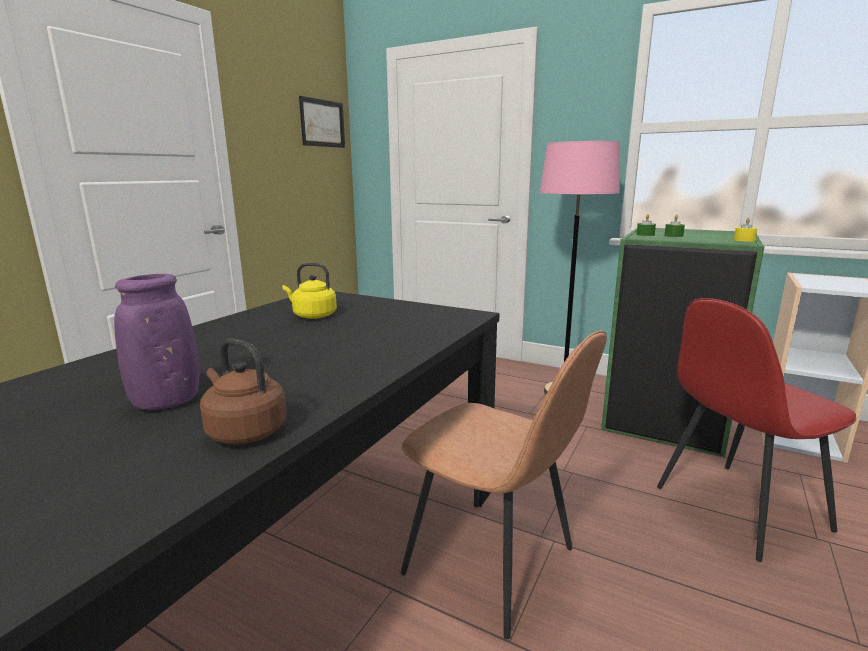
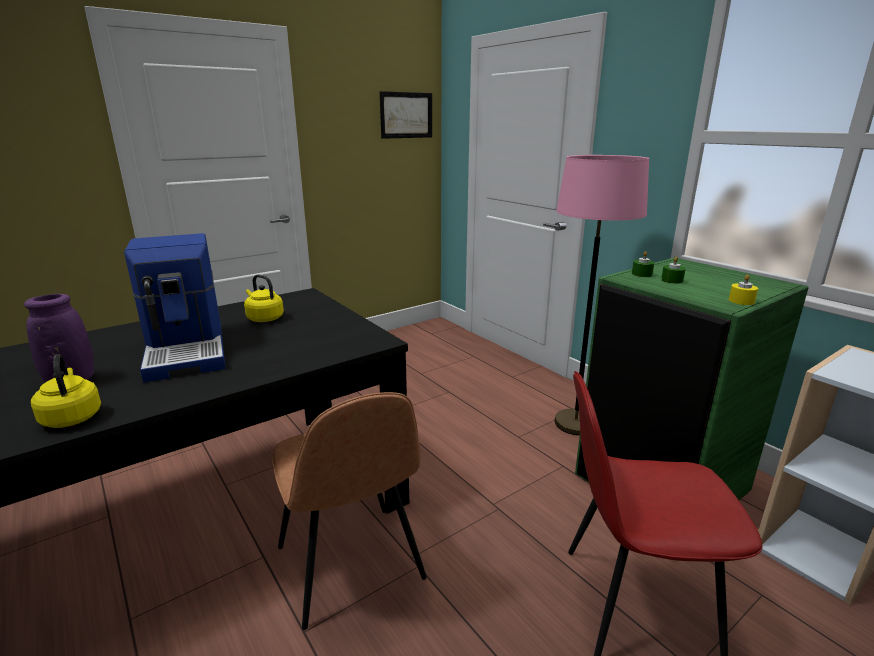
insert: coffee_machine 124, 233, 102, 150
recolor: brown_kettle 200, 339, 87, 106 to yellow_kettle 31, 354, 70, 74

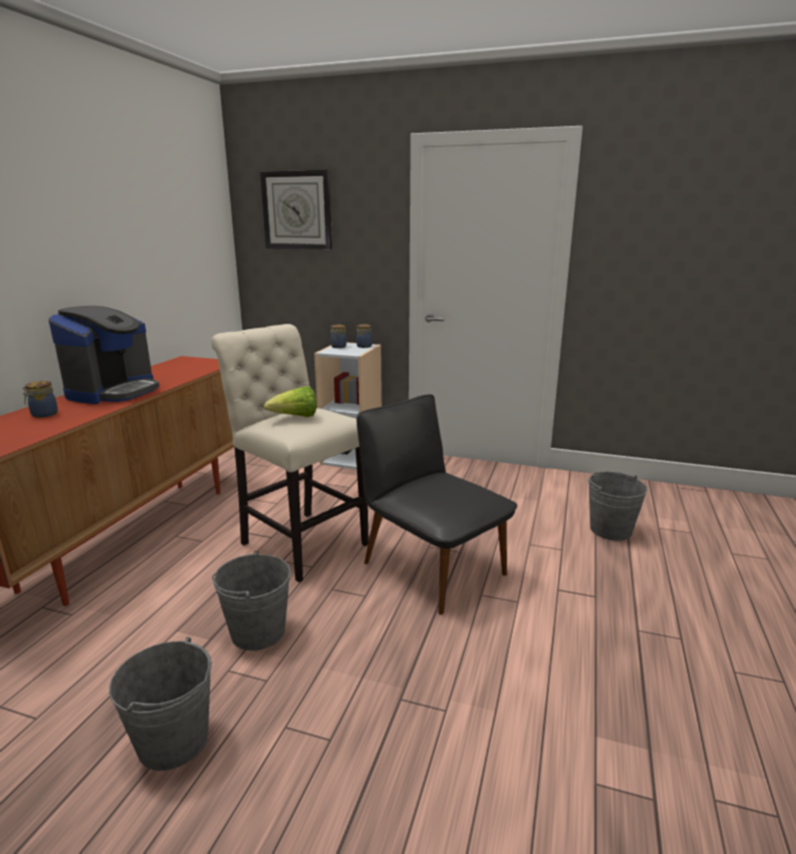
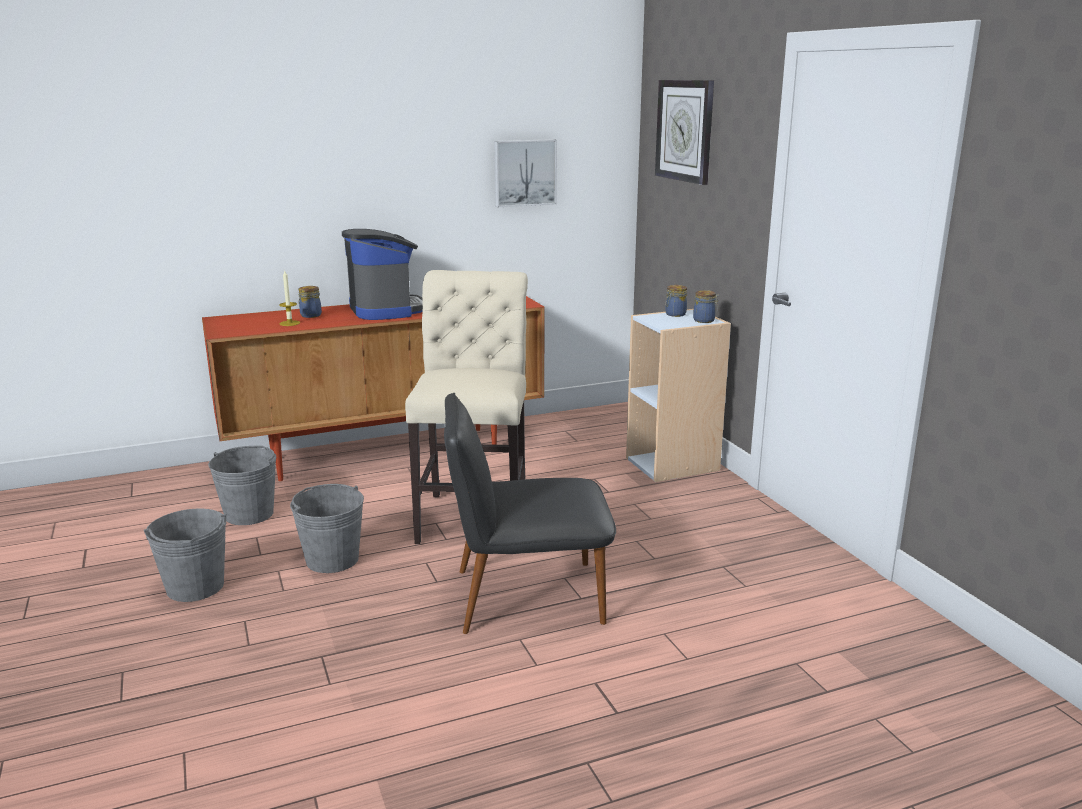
delete: lettuce 264, 386, 53, 31
insert: picture 494, 139, 63, 68; candle 279, 271, 21, 55
move: grey_bucket 588, 472, 60, 69 to 208, 446, 69, 79
rotate: coffee_machine 48, 306, 112, 98 = 342, 229, 81, 91 90 degrees counterclockwise; black_chair 357, 394, 160, 221 = 444, 393, 172, 241 105 degrees counterclockwise

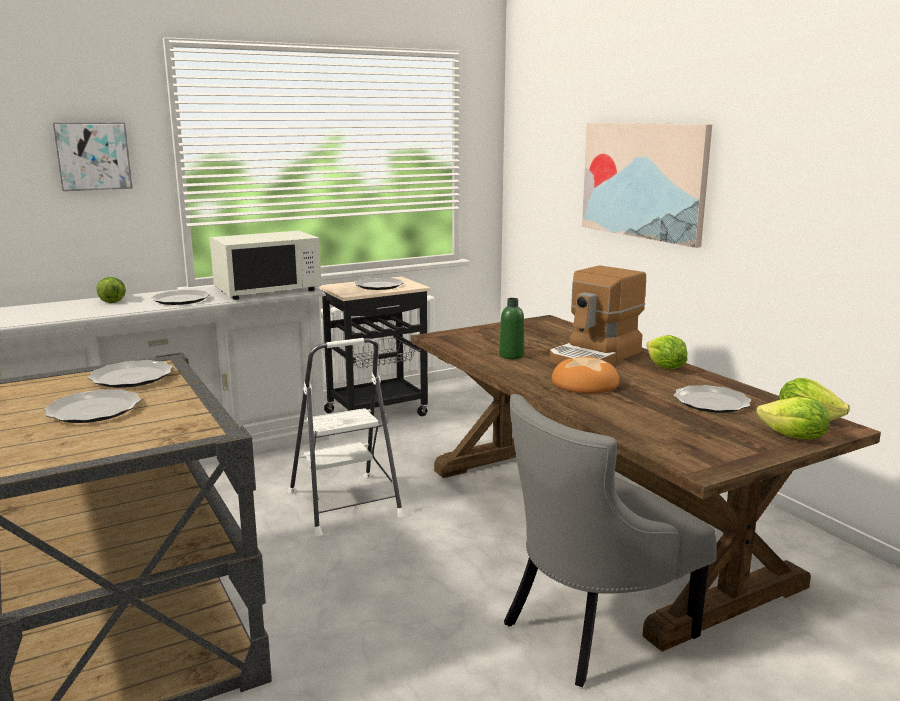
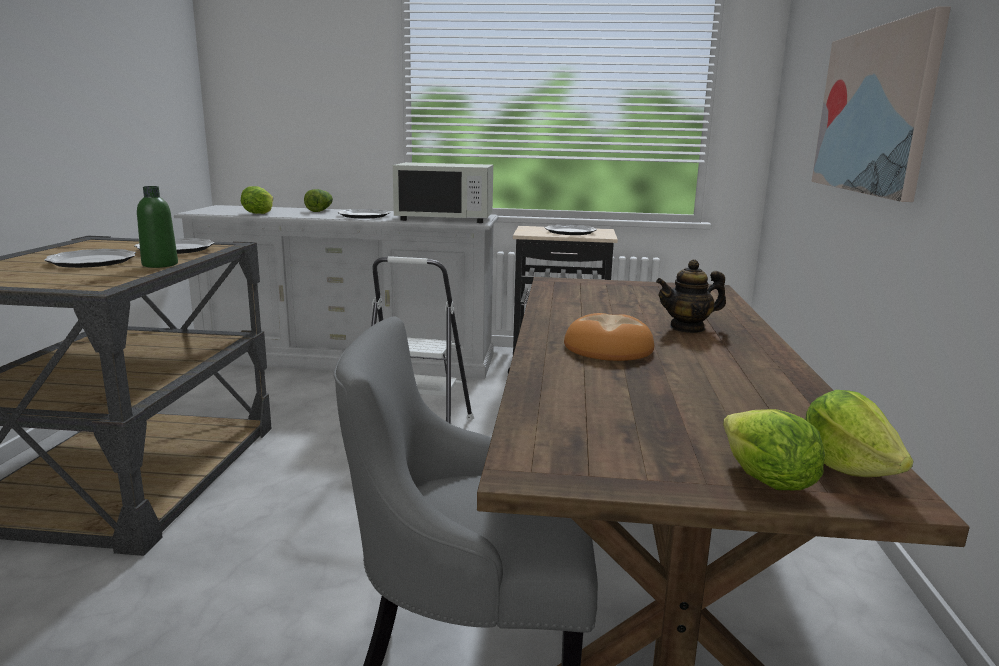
delete: picture 53, 122, 80, 69; plate 674, 385, 77, 28
move: green_bottle 499, 298, 25, 61 to 137, 186, 41, 82; lettuce 647, 335, 40, 34 to 241, 186, 32, 28
replace: coffee_machine 549, 266, 97, 99 to teapot 656, 259, 70, 74

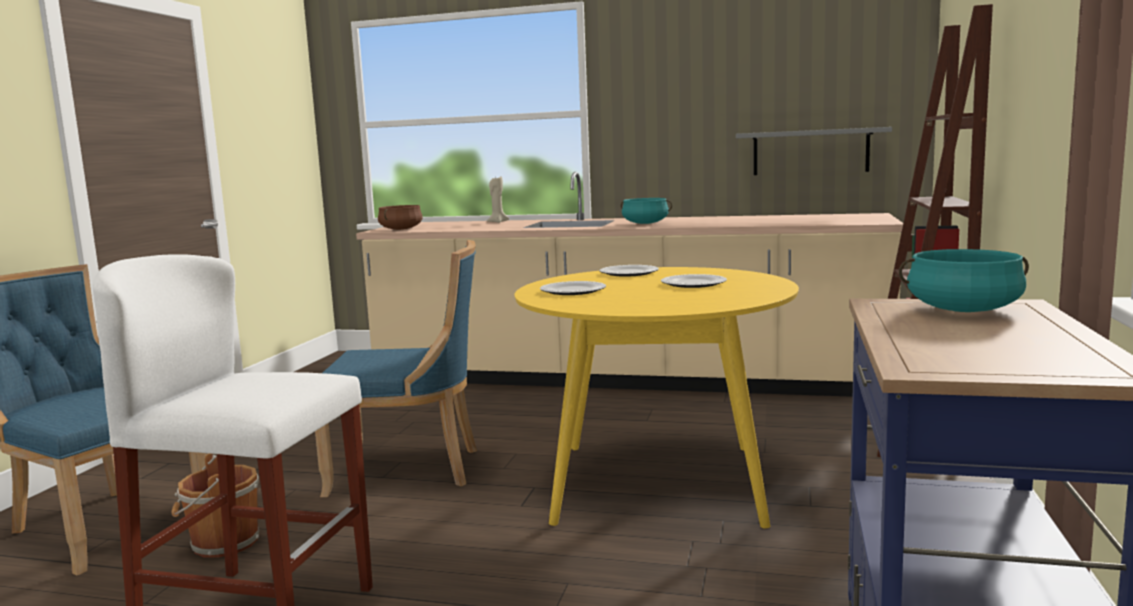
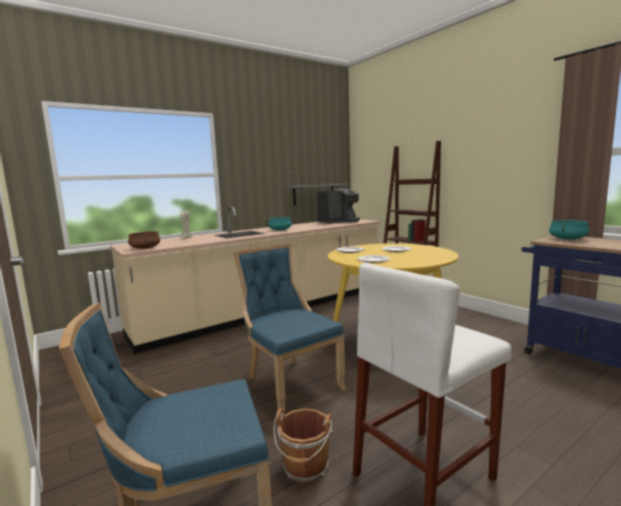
insert: coffee_machine 316, 188, 44, 36
rotate: blue_chair 315, 240, 162, 257 = 233, 244, 113, 171 75 degrees counterclockwise

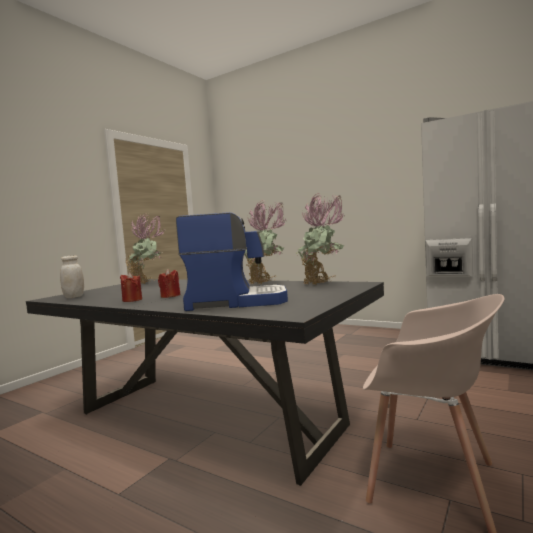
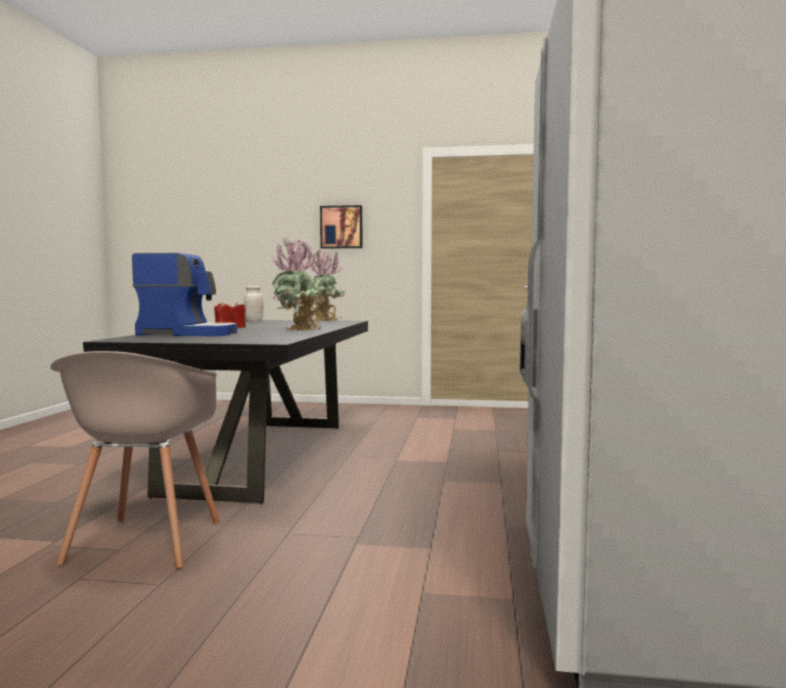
delete: potted_plant 296, 193, 49, 92
insert: picture 320, 205, 42, 44
rotate: coffee_machine 176, 212, 112, 99 = 132, 253, 105, 83 60 degrees counterclockwise

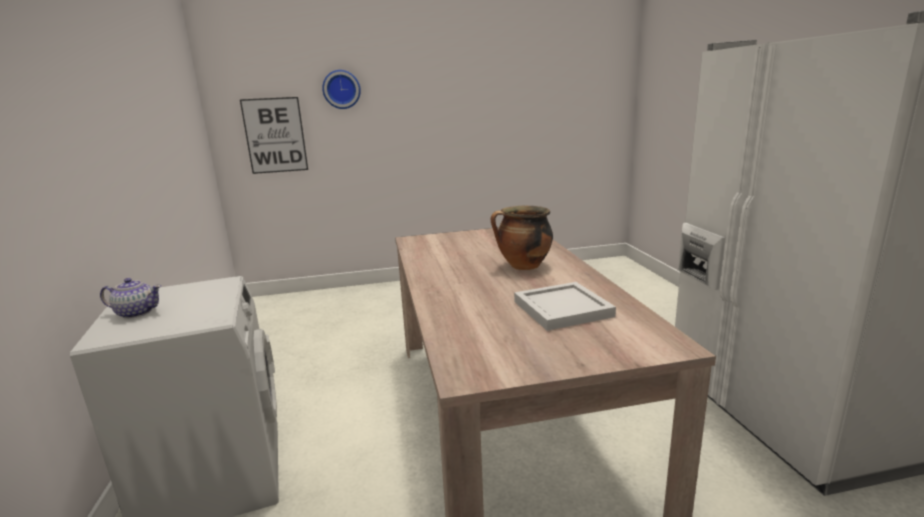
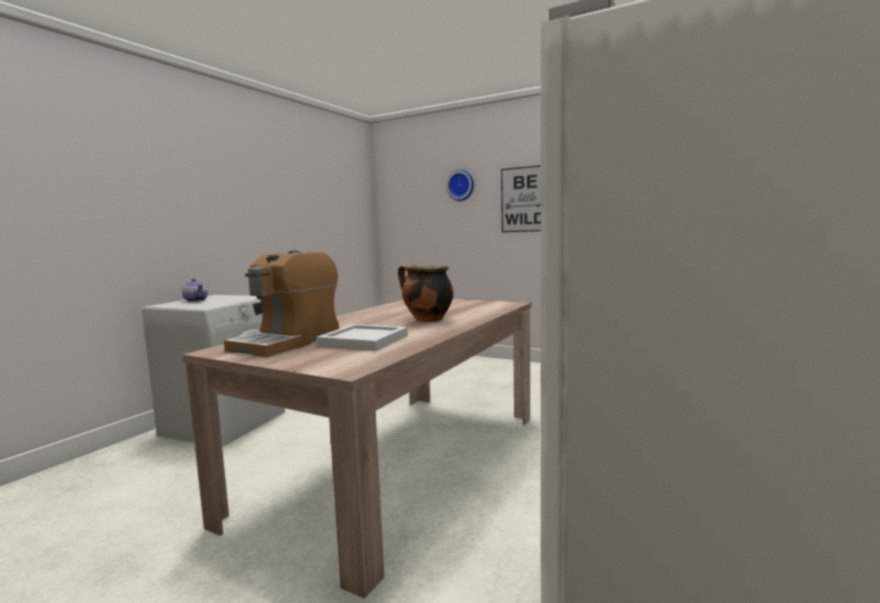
insert: coffee_machine 224, 250, 115, 107
move: picture 240, 97, 68, 77 to 501, 165, 40, 67

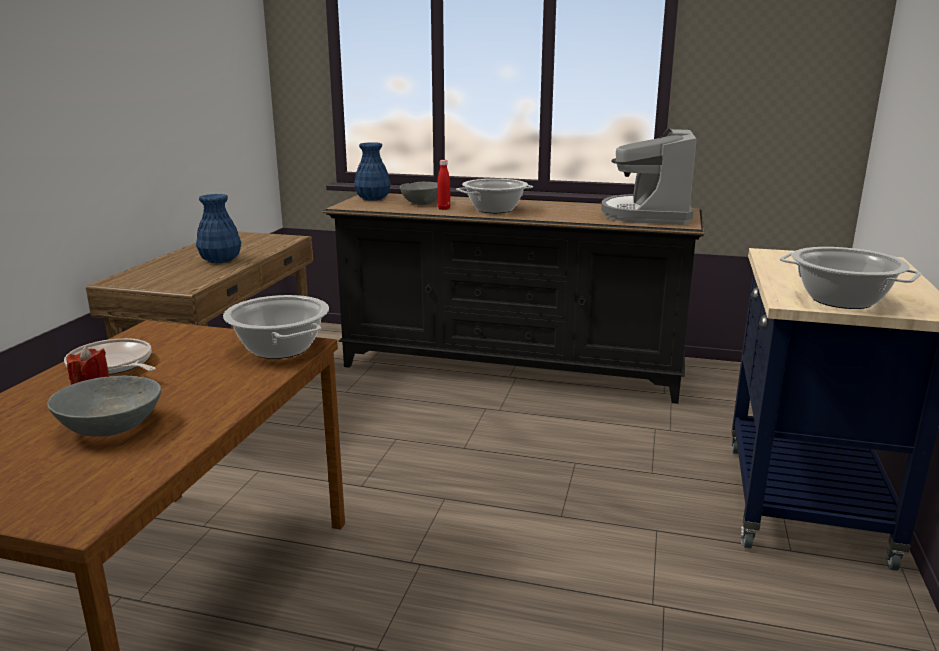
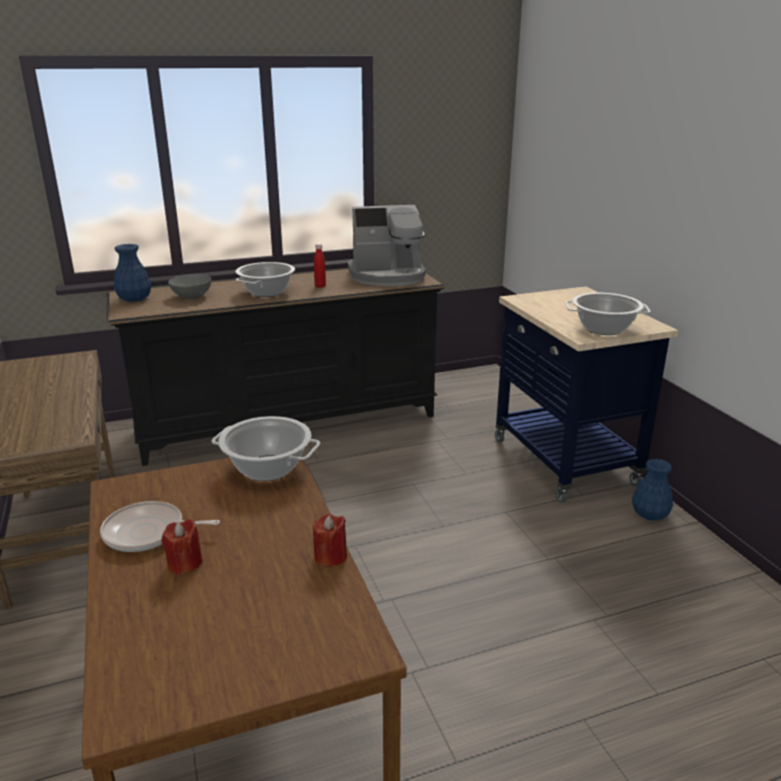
delete: grey_bowl 47, 376, 114, 61
insert: red_candle 313, 514, 34, 53
move: red_bottle 437, 160, 14, 50 to 314, 244, 12, 44; blue_vase 196, 194, 45, 69 to 632, 459, 41, 62
rotate: coffee_machine 601, 128, 96, 97 = 348, 205, 78, 81 75 degrees counterclockwise

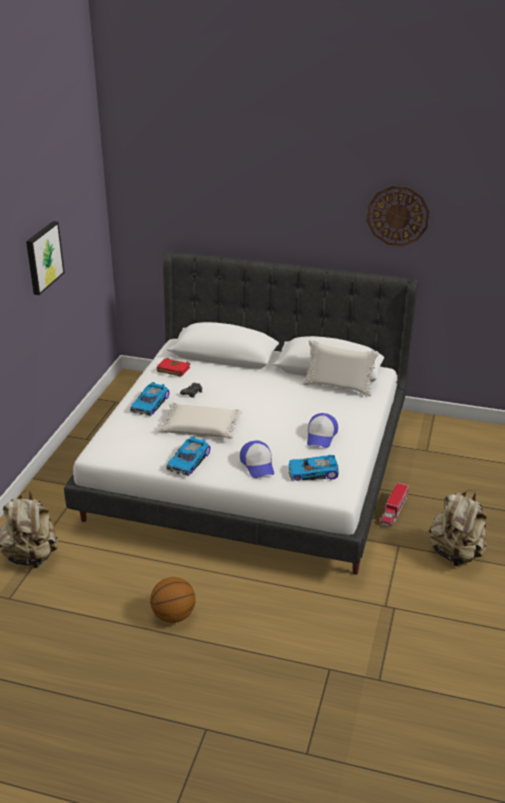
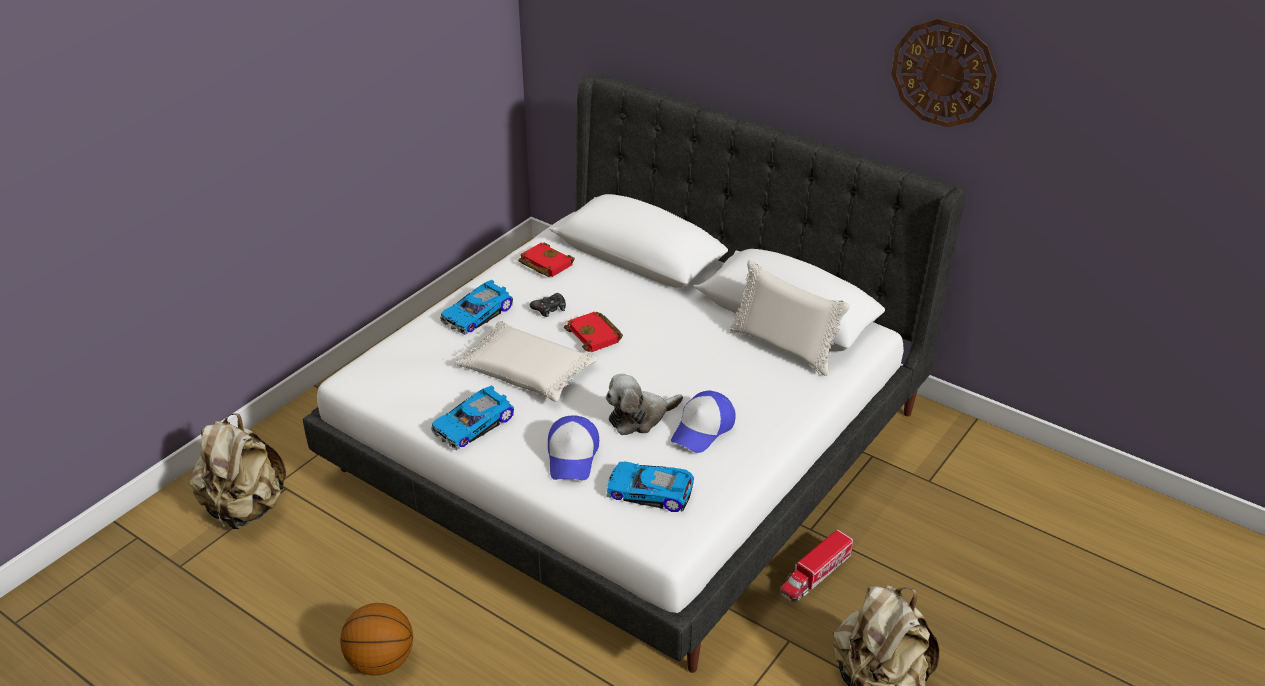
delete: picture 26, 221, 39, 74
insert: red_book 564, 312, 59, 40; plush_toy 606, 374, 77, 61

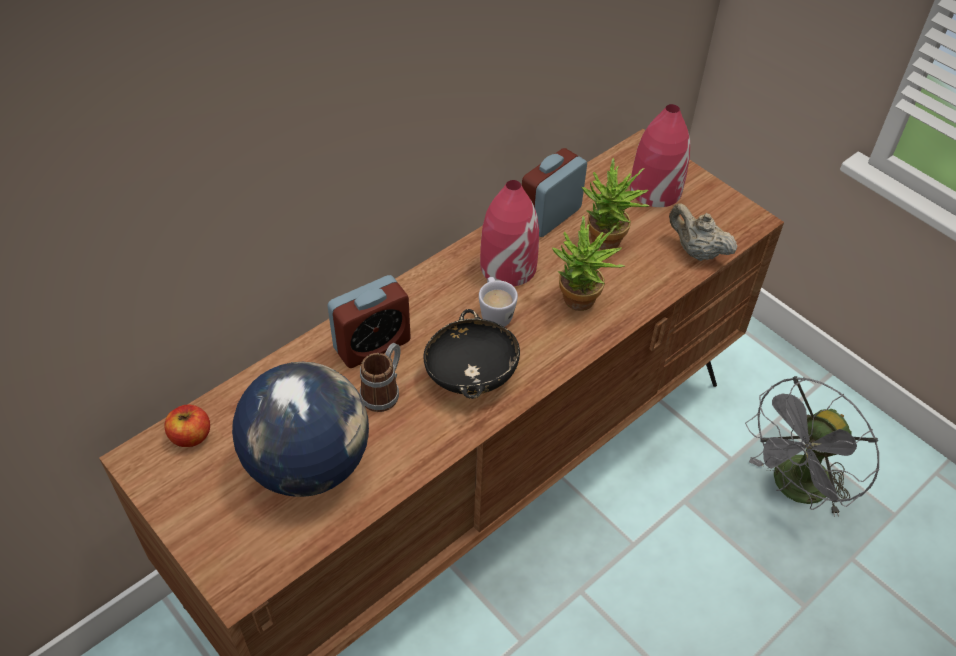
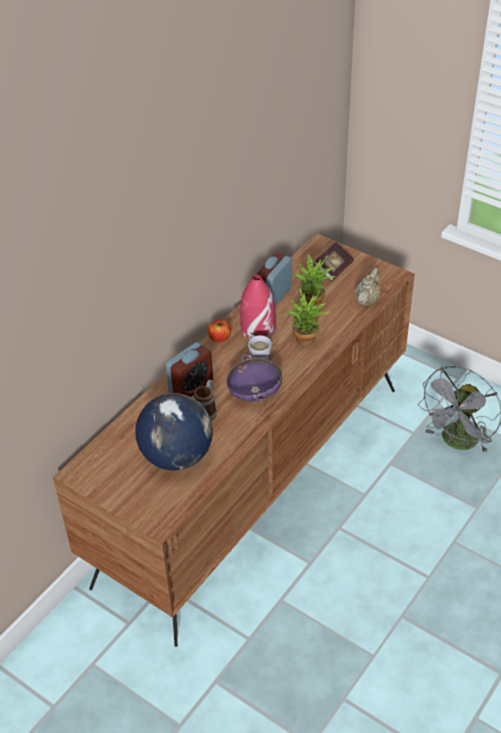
move: apple 165, 405, 45, 42 to 208, 319, 23, 23
replace: red_vase 630, 104, 60, 103 to book 313, 242, 41, 39
recolor: black_bowl 423, 309, 97, 90 to purple_bowl 226, 354, 56, 47
rotate: beige_teapot 669, 203, 68, 58 = 355, 267, 26, 39 90 degrees clockwise

